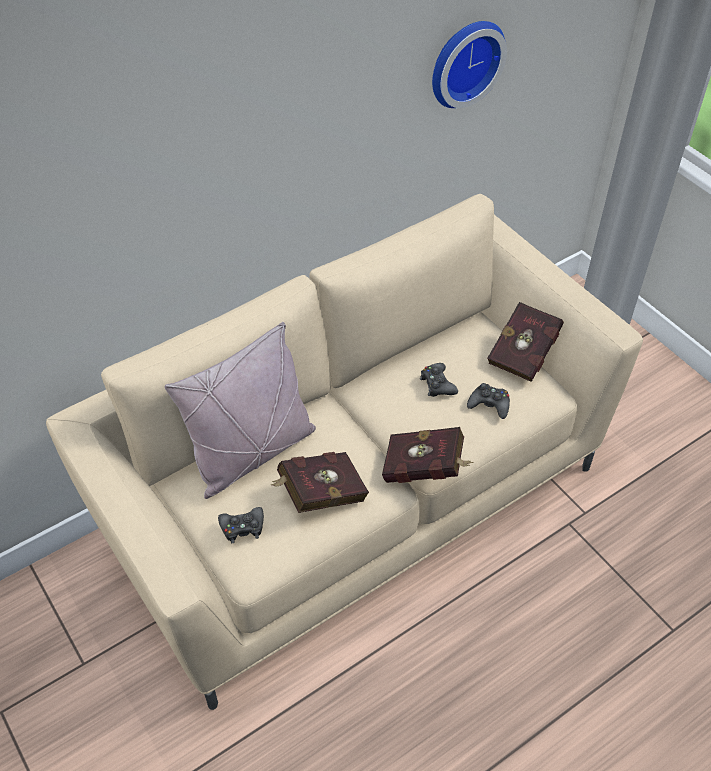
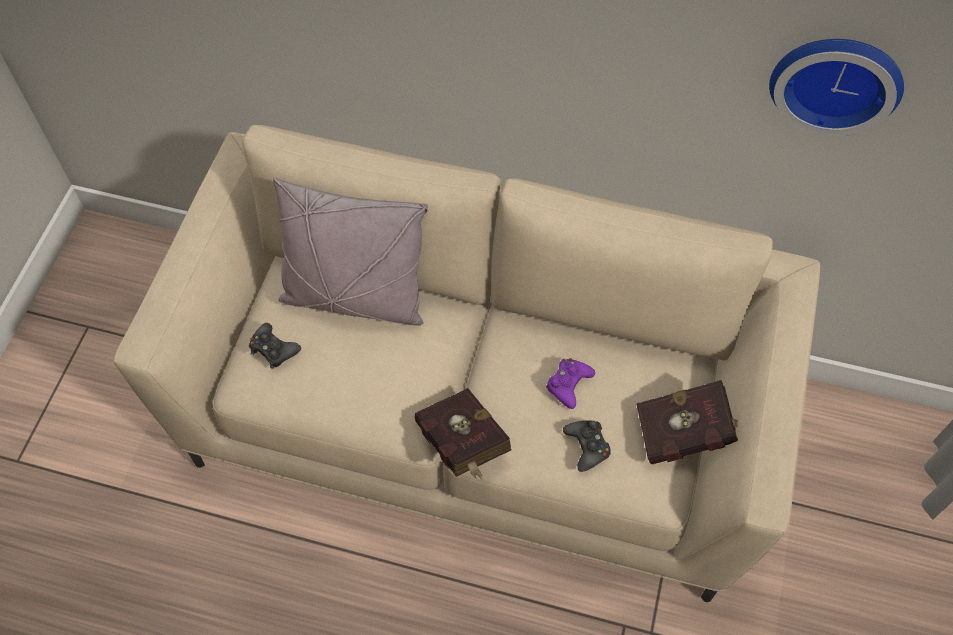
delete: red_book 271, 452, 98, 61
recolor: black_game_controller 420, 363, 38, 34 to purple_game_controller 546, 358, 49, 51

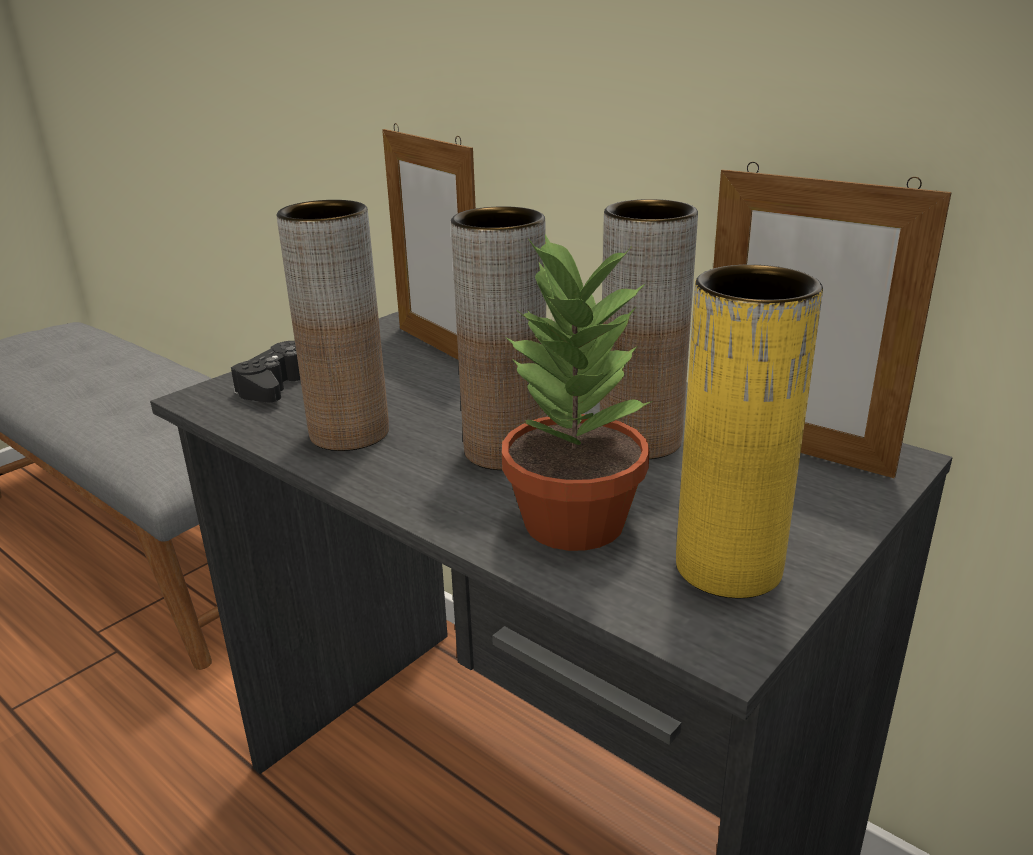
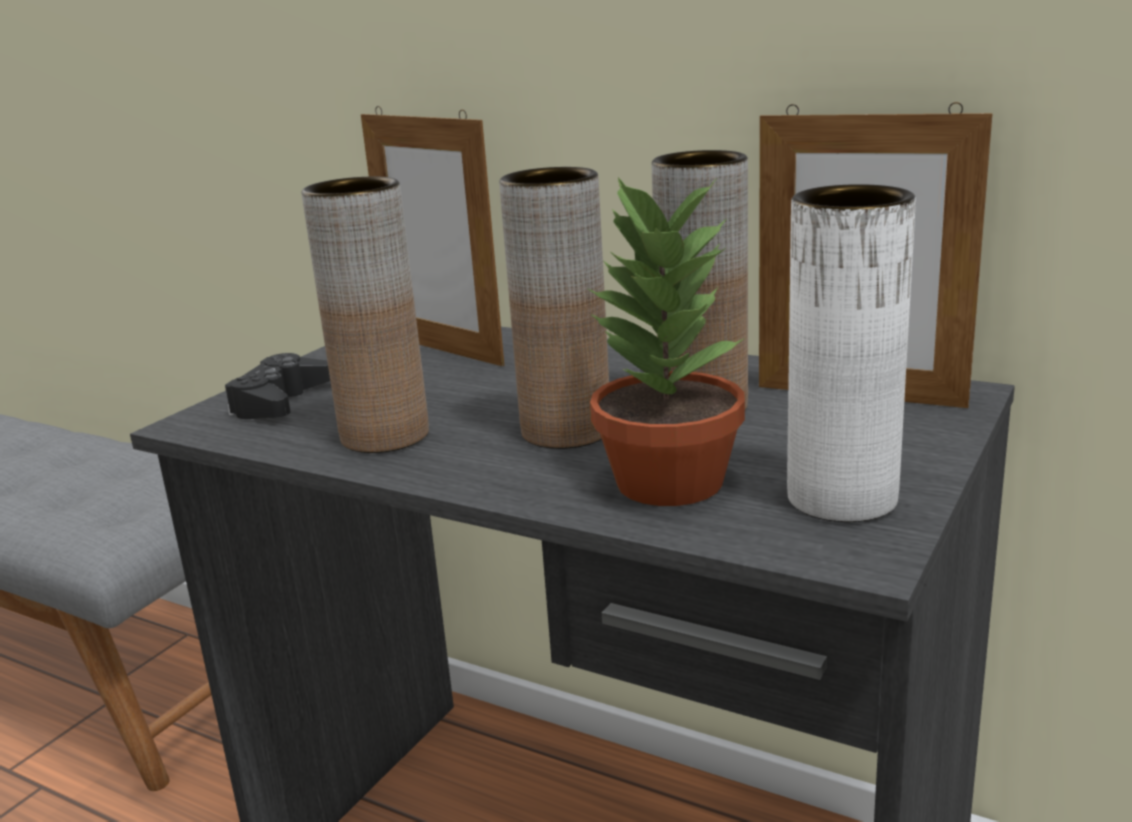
recolor: yellow_vase 676, 265, 147, 333 to white_vase 787, 184, 129, 338

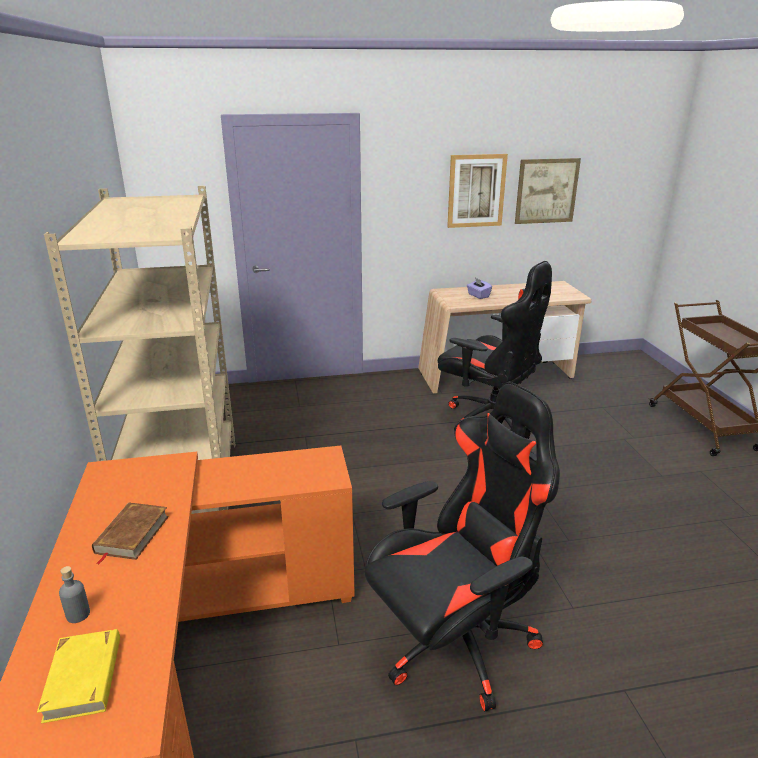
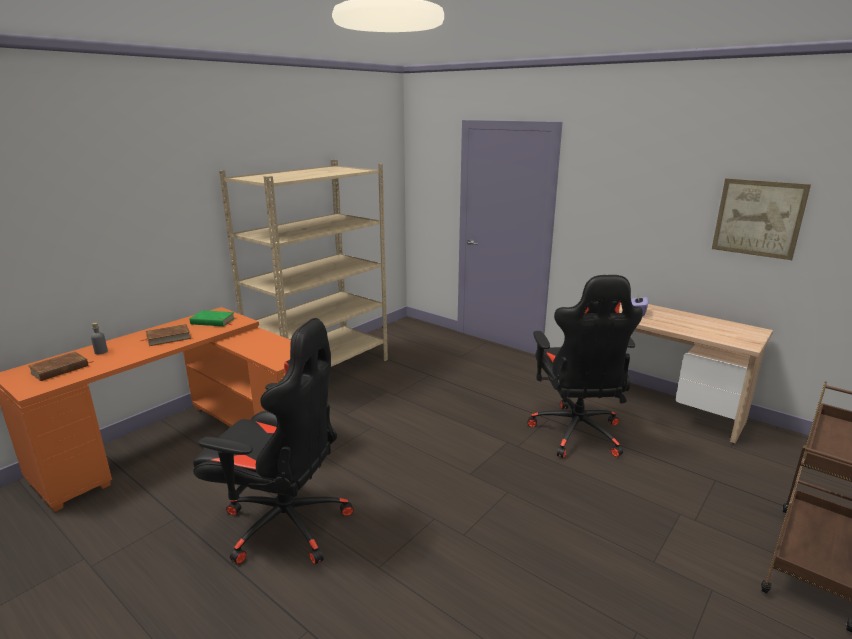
delete: picture 447, 154, 61, 74
insert: green_book 190, 310, 45, 16
recolor: yellow_book 37, 629, 83, 94 to brown_book 28, 352, 65, 29

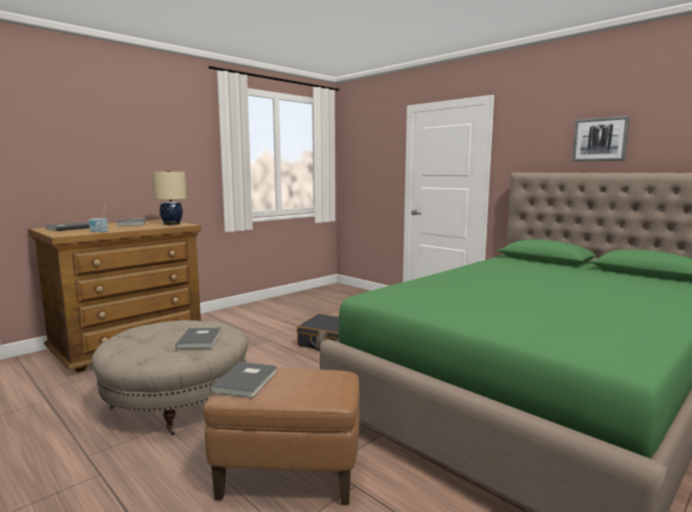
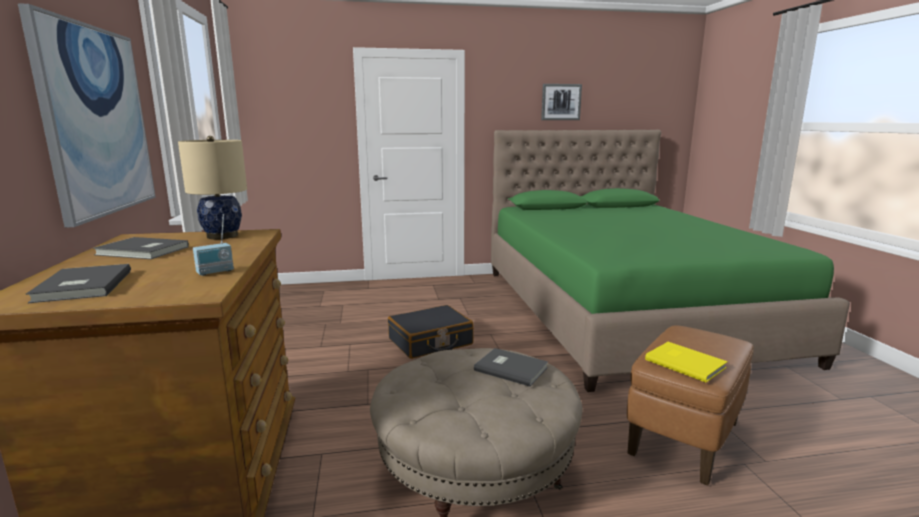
insert: picture 18, 3, 138, 225
recolor: grey_book 210, 362, 67, 36 to yellow_book 645, 342, 83, 40

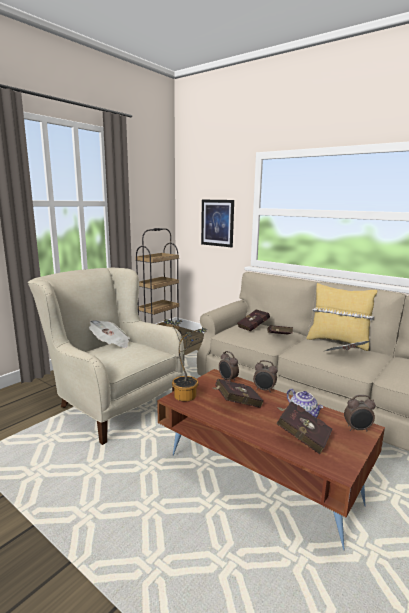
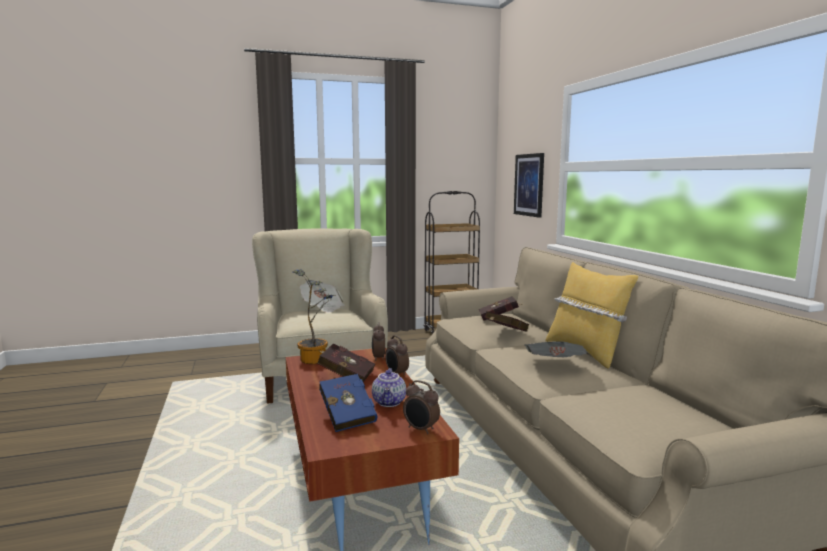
recolor: red_book 276, 401, 57, 53 to blue_book 319, 374, 58, 58

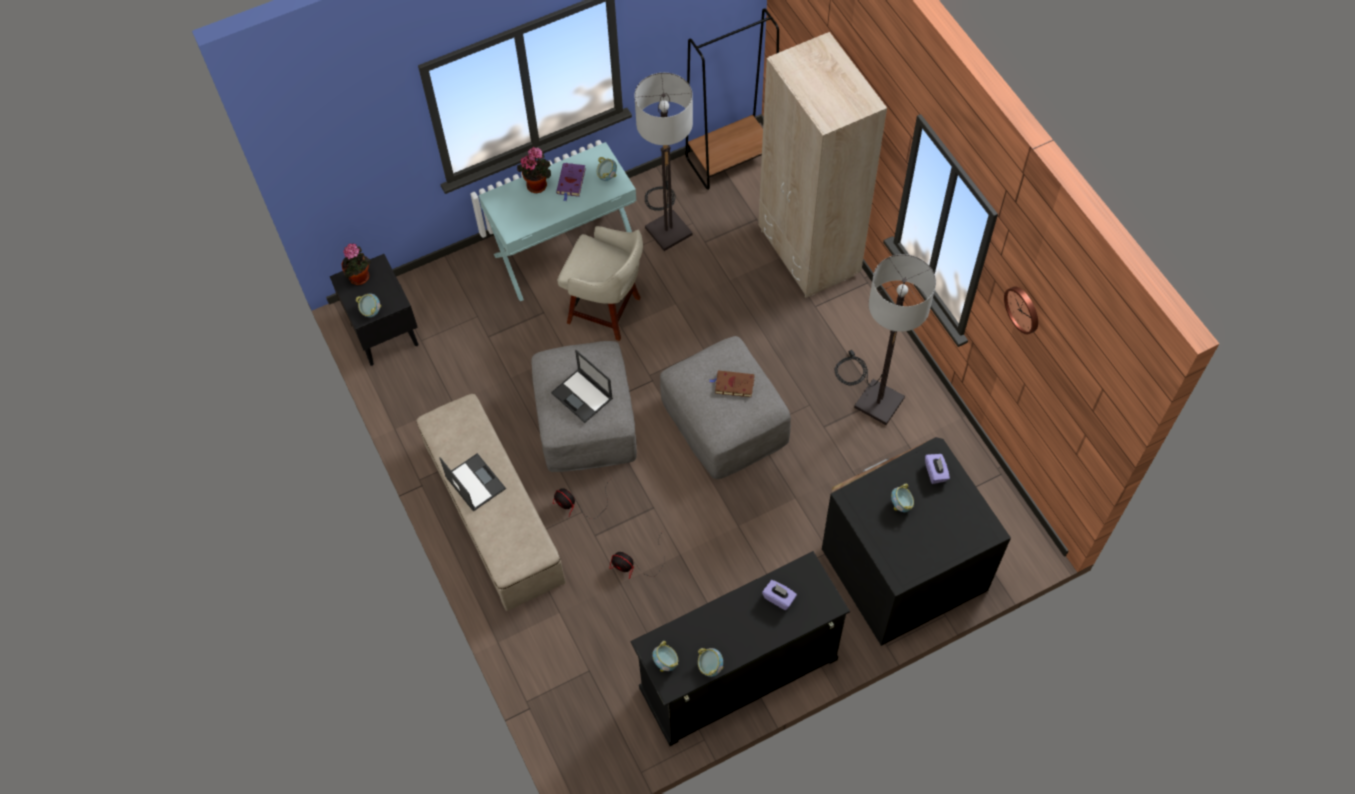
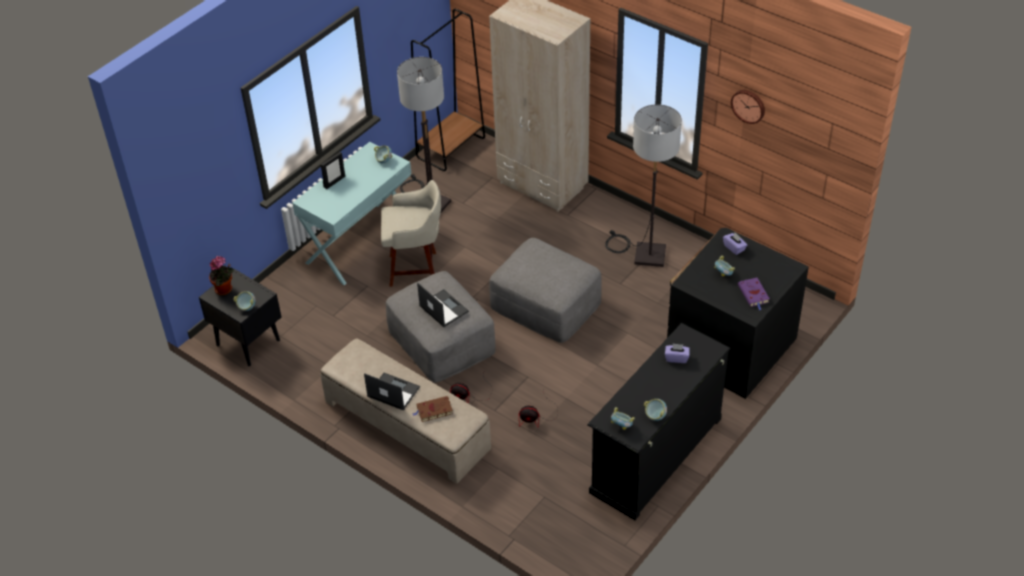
move: purple_book 556, 163, 30, 38 to 738, 278, 32, 32; brown_book 709, 370, 46, 27 to 413, 396, 40, 26
replace: potted_plant 517, 147, 34, 46 to picture_frame 321, 152, 24, 37
rotate: laptop 551, 350, 62, 73 = 417, 282, 52, 45 150 degrees counterclockwise

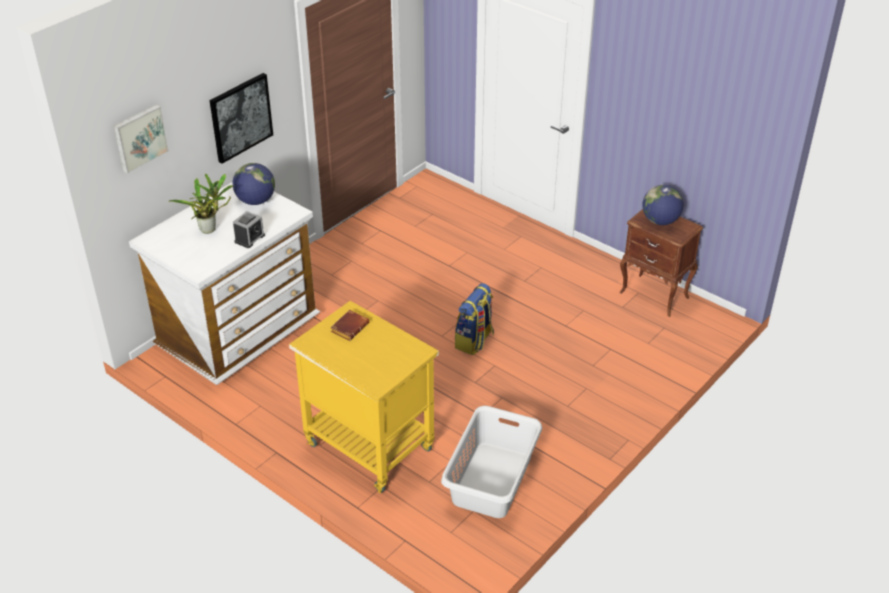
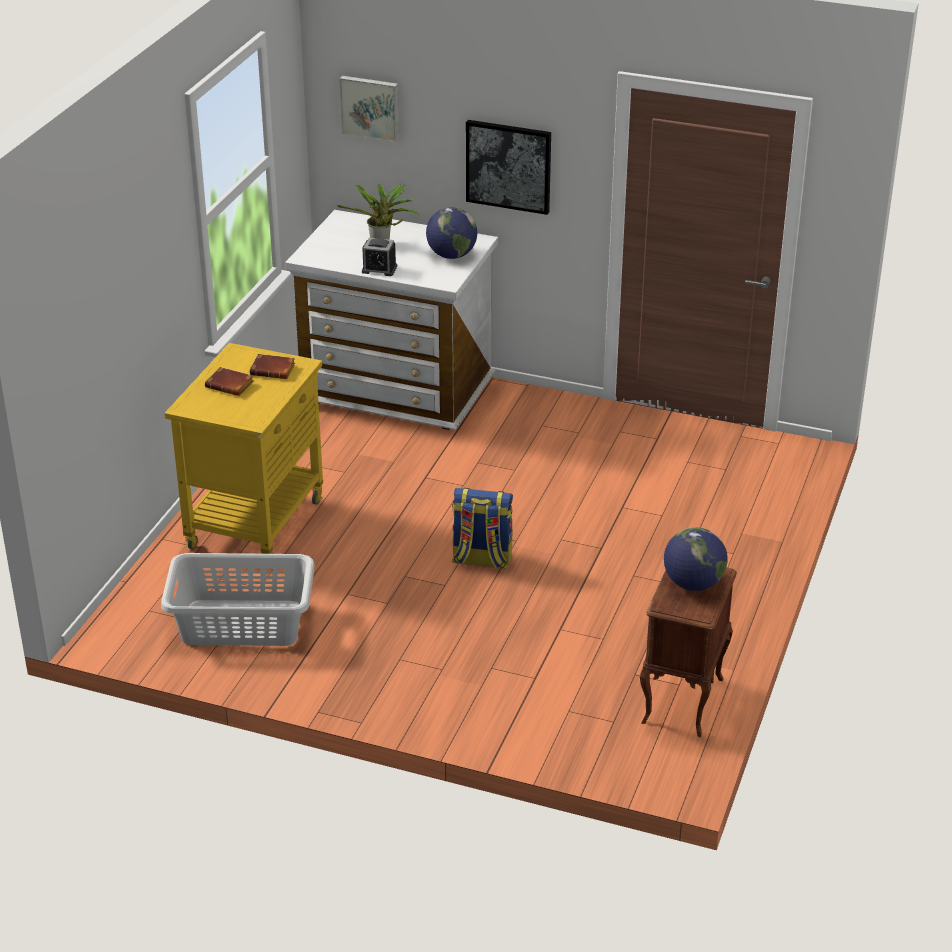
insert: brown_book 205, 367, 48, 29

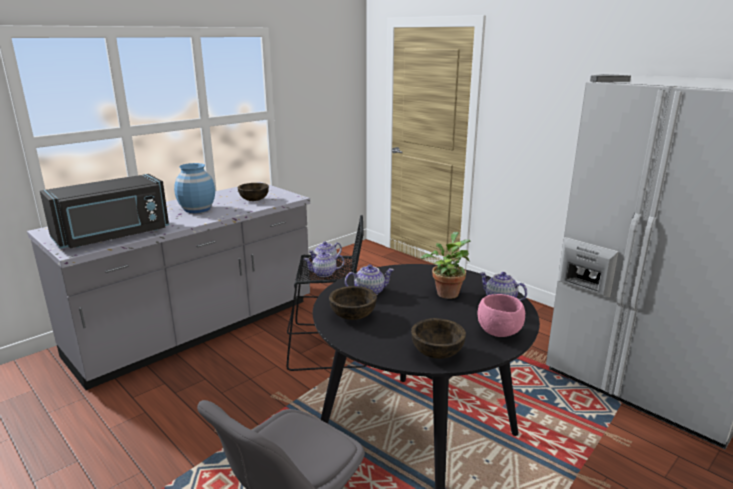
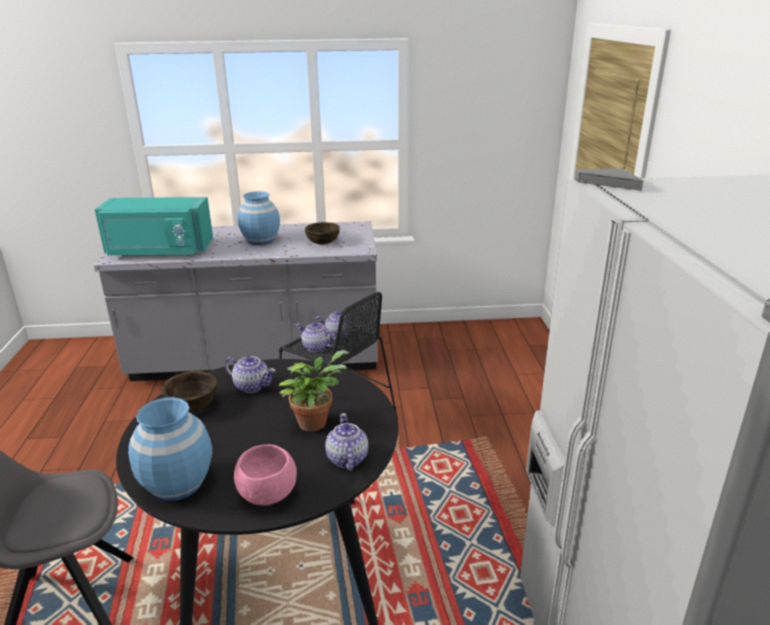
replace: brown_bowl 411, 318, 55, 41 to blue_vase 128, 397, 84, 104
recolor: black_microwave 40, 174, 129, 75 to turquoise_microwave 95, 197, 118, 59

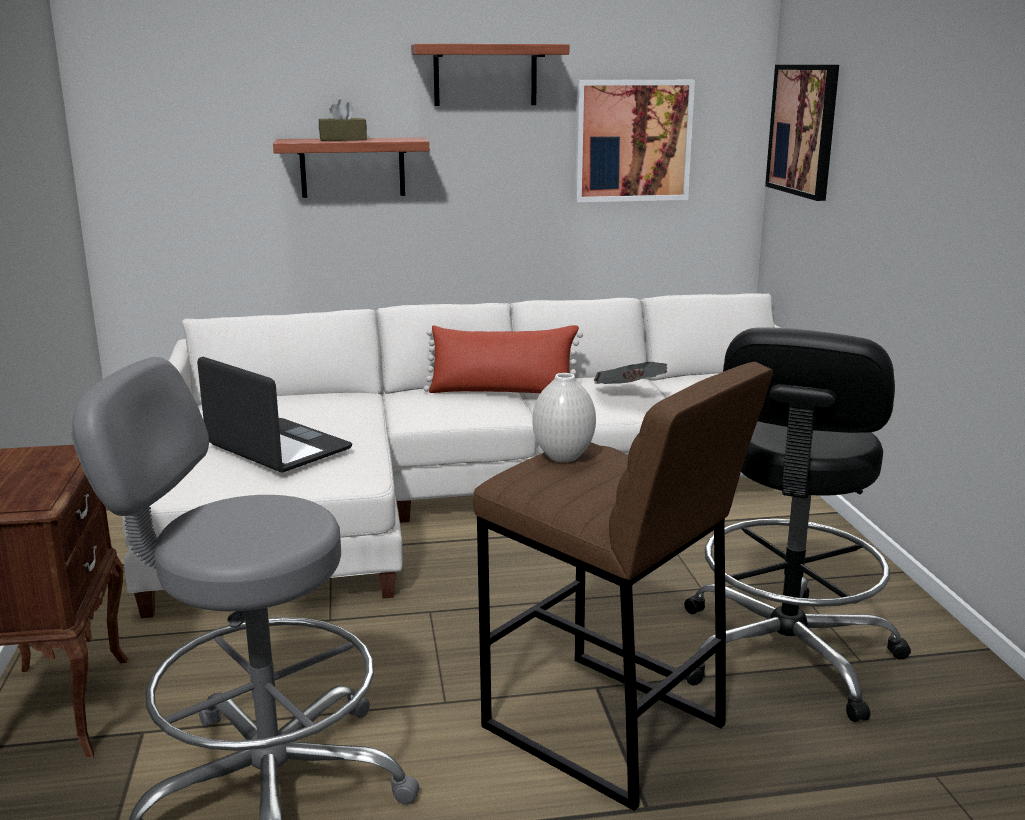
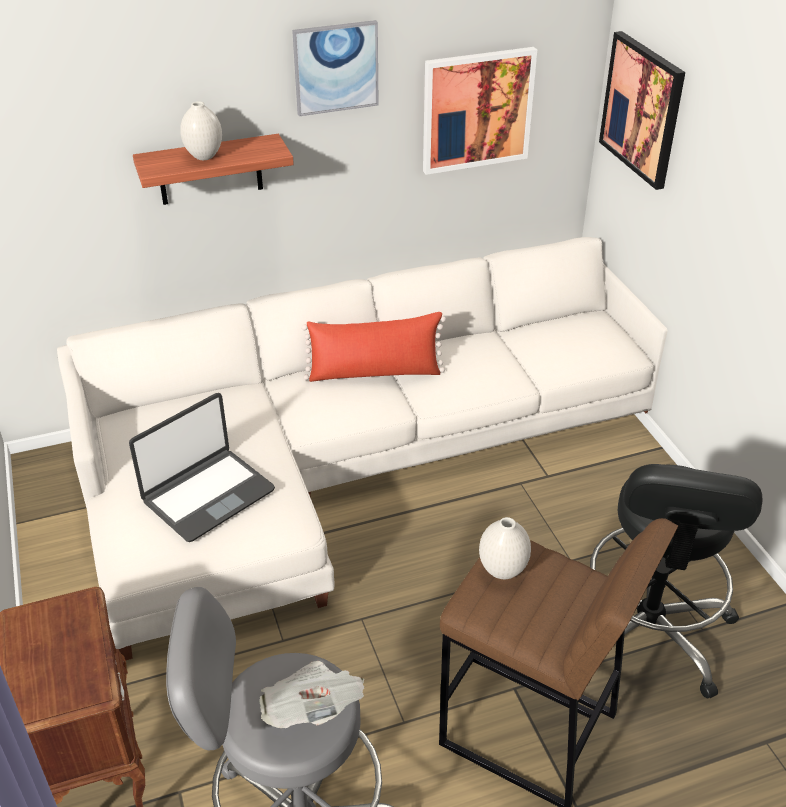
move: newspaper 594, 362, 74, 22 to 259, 661, 105, 67
replace: shelf 411, 44, 158, 62 to picture 292, 20, 87, 96; brown_tissue_box 319, 99, 48, 42 to white_vase 180, 101, 42, 59
rotate: laptop 197, 357, 155, 116 = 129, 393, 146, 149 105 degrees clockwise

